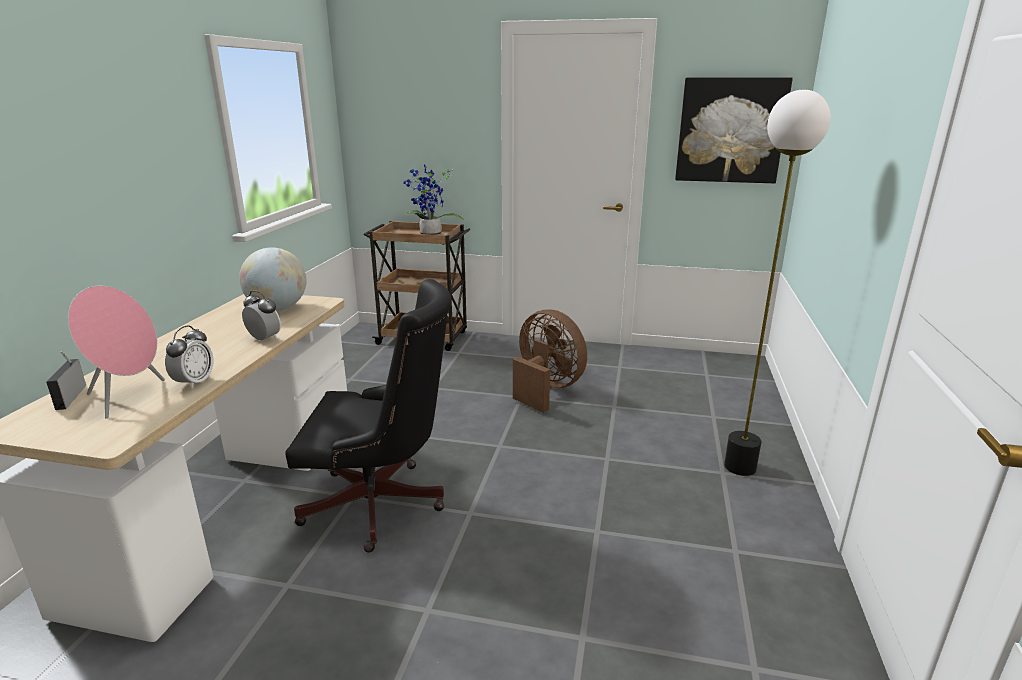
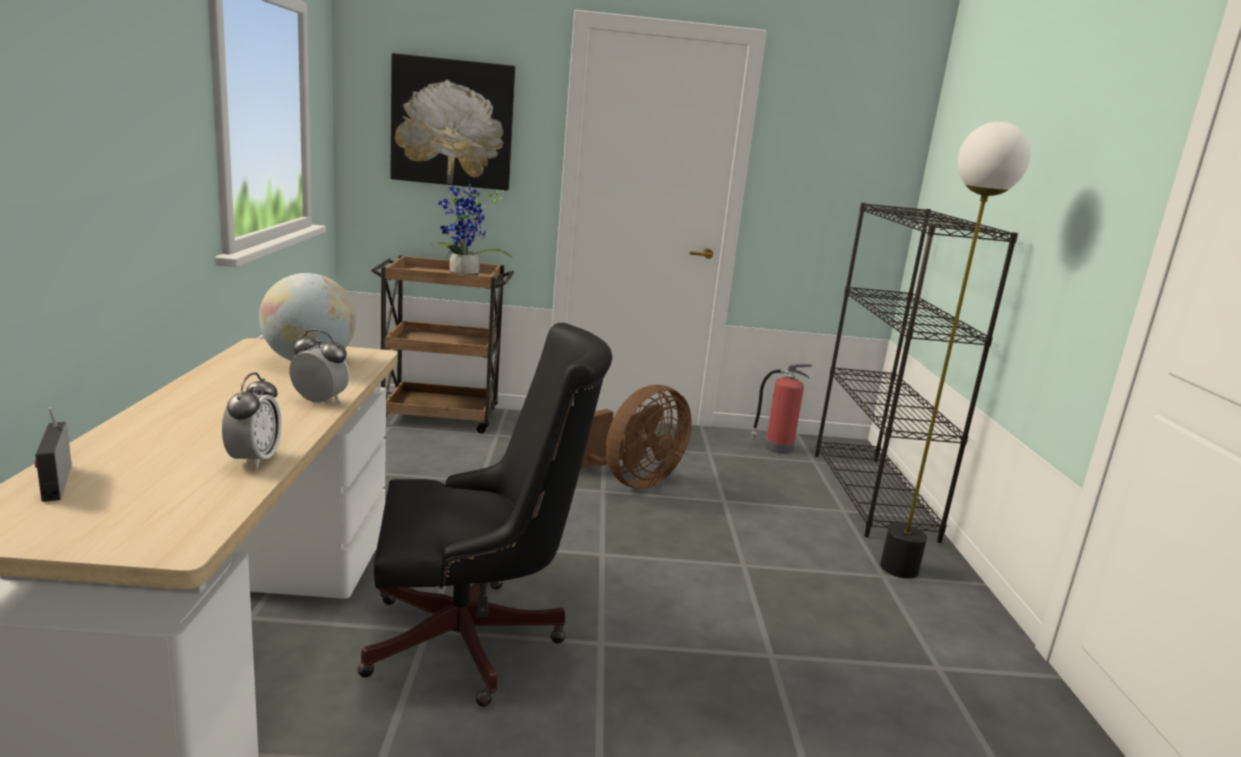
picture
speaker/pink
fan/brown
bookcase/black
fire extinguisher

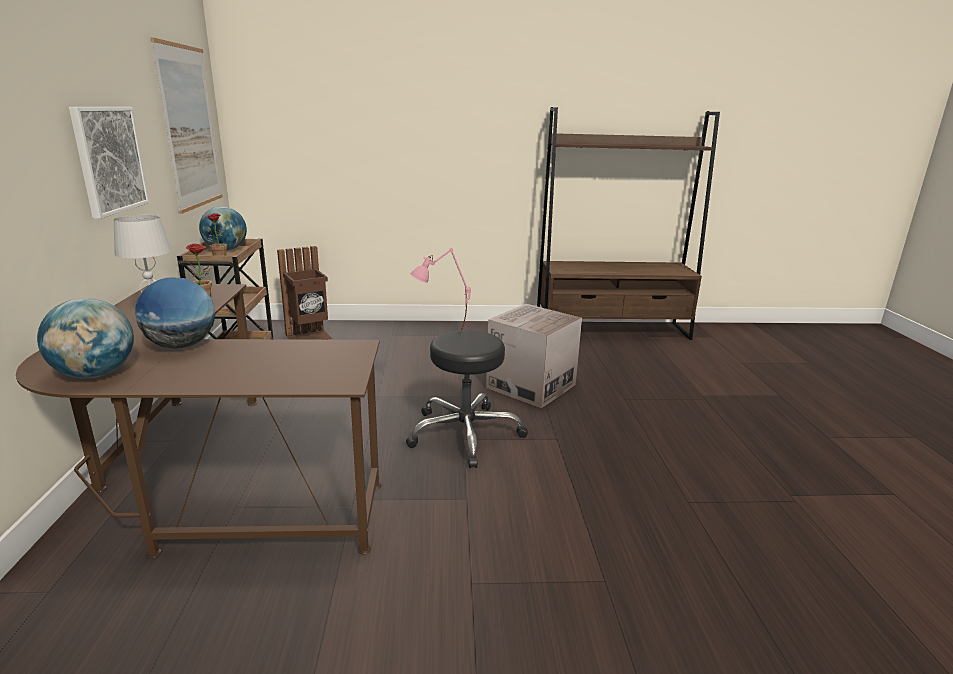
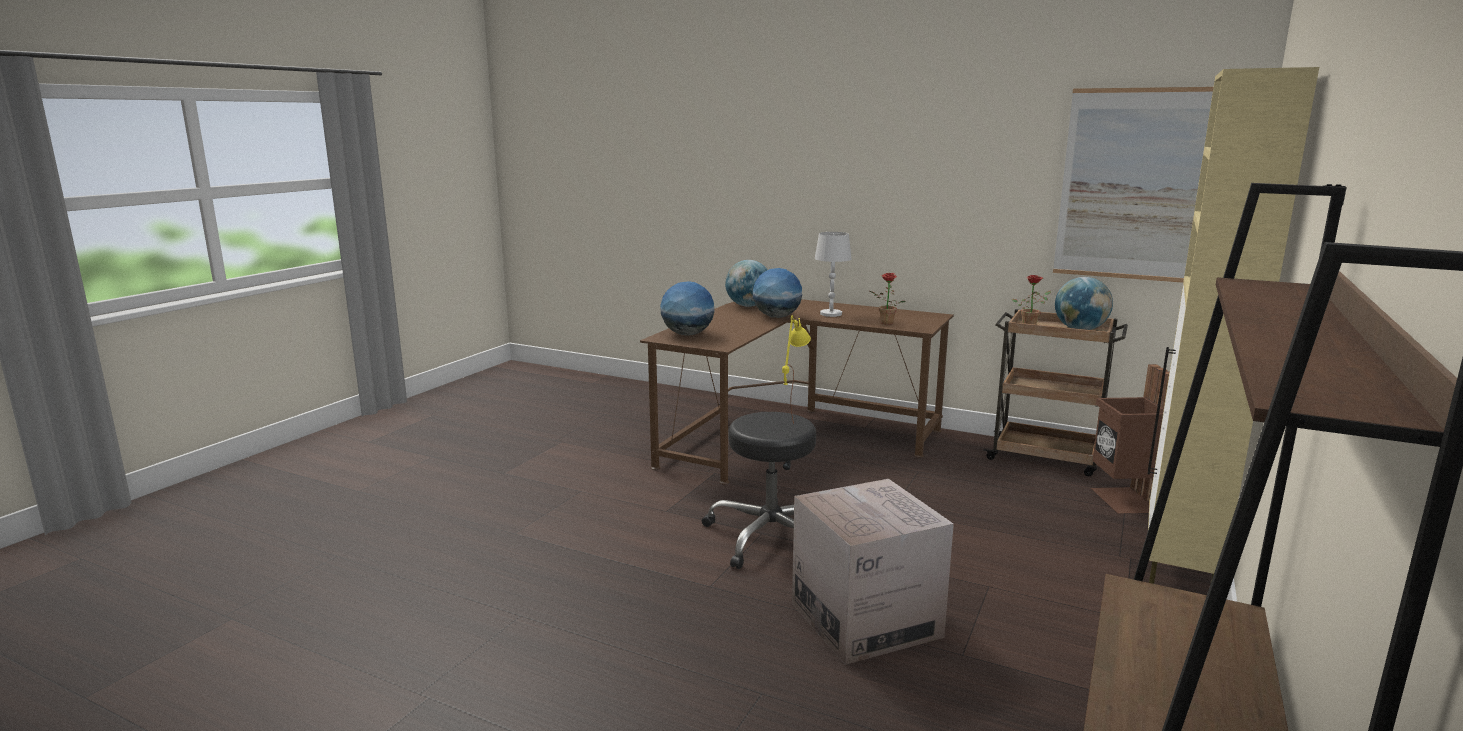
picture (1st from left in the first image)
table lamp/yellow
cabinet/beige
globe (1st from left)

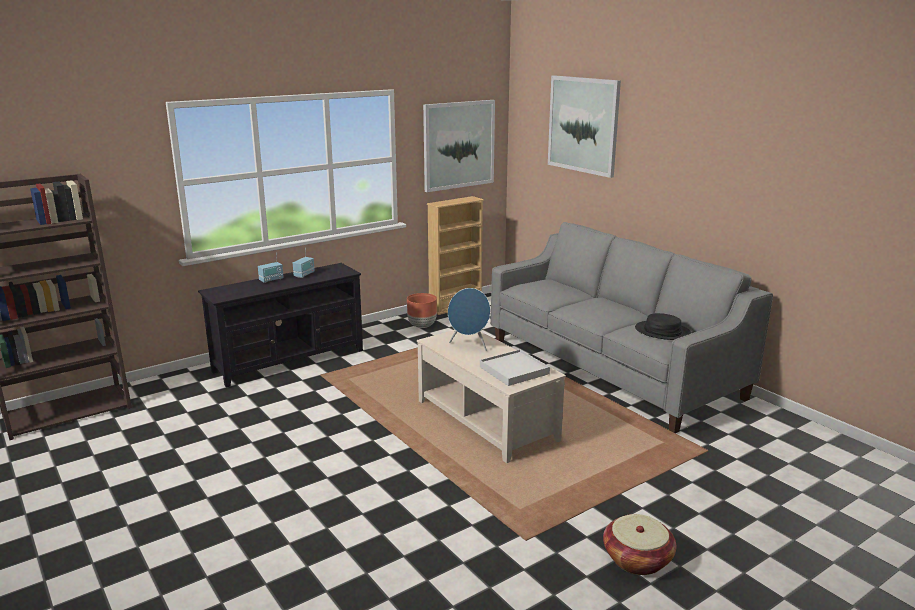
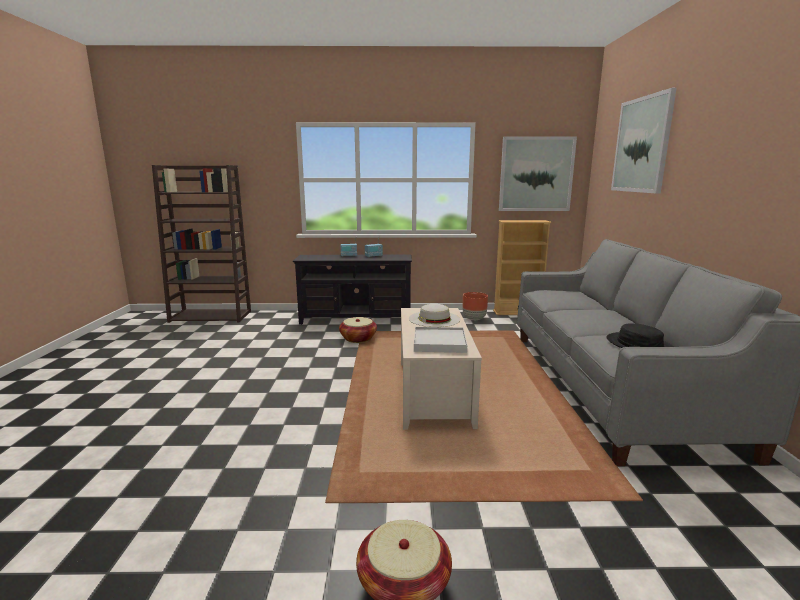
hat/white
basket (1st from left)

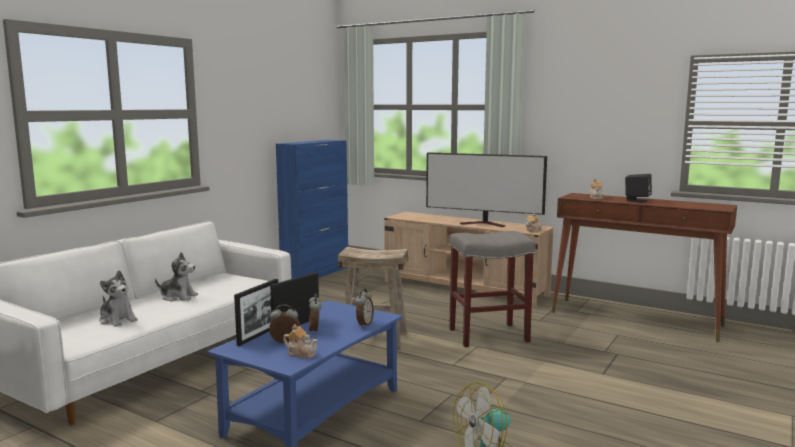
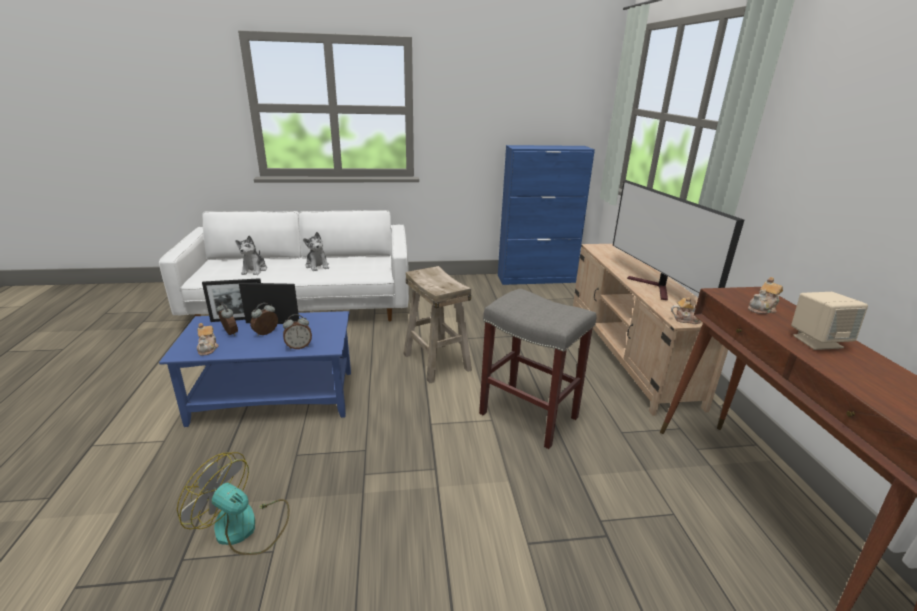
speaker/beige

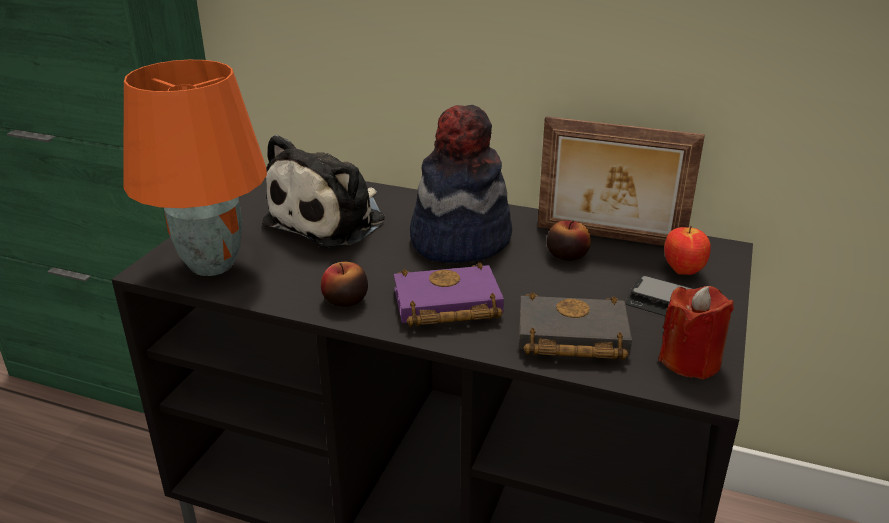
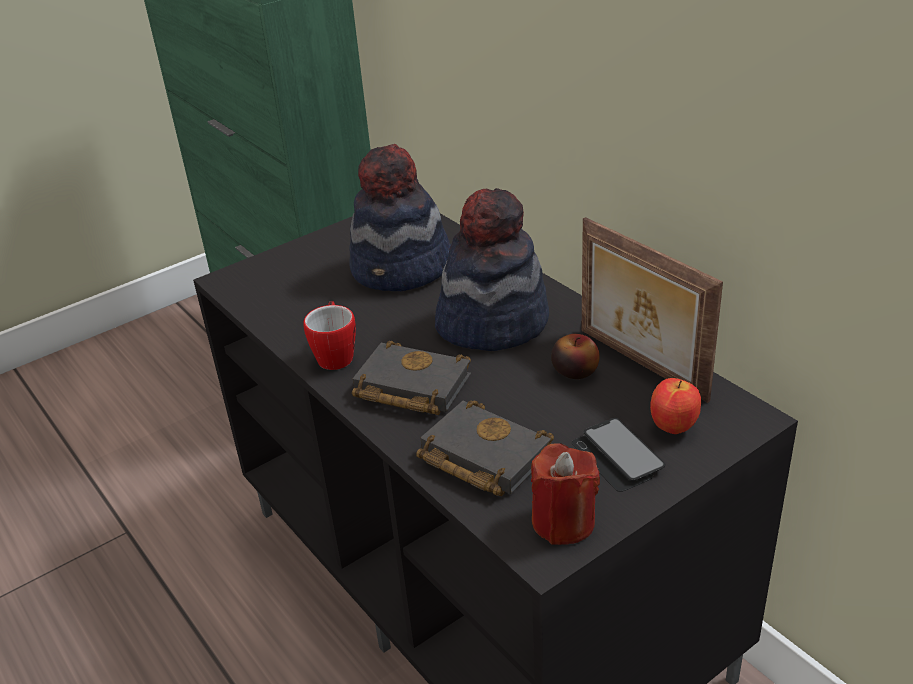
table lamp/orange
hat (1st from left)
mug
book/black (1st from left)

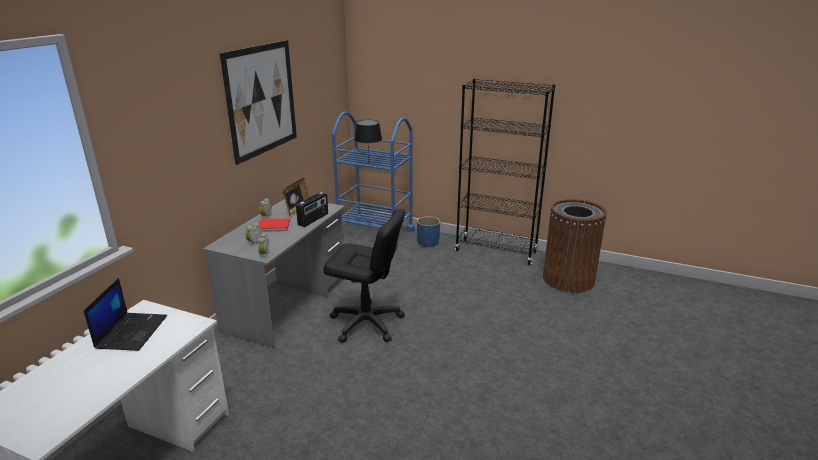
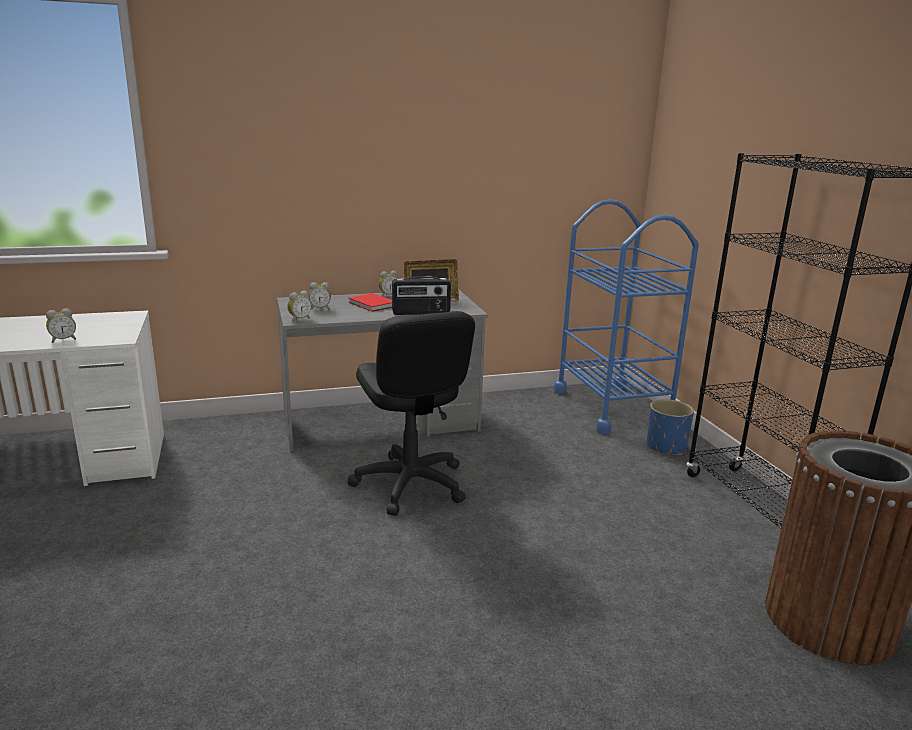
picture
table lamp/black
laptop
alarm clock (1st from left)

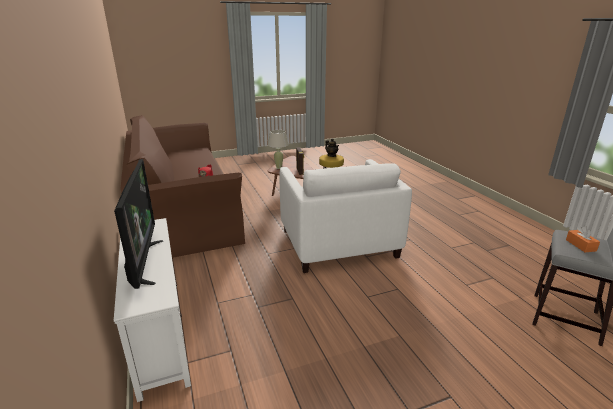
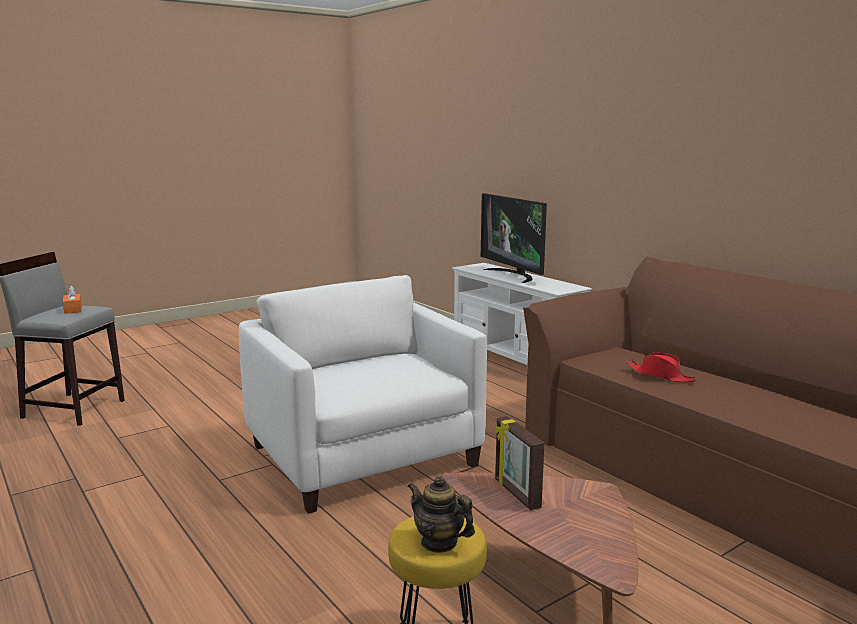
table lamp/beige

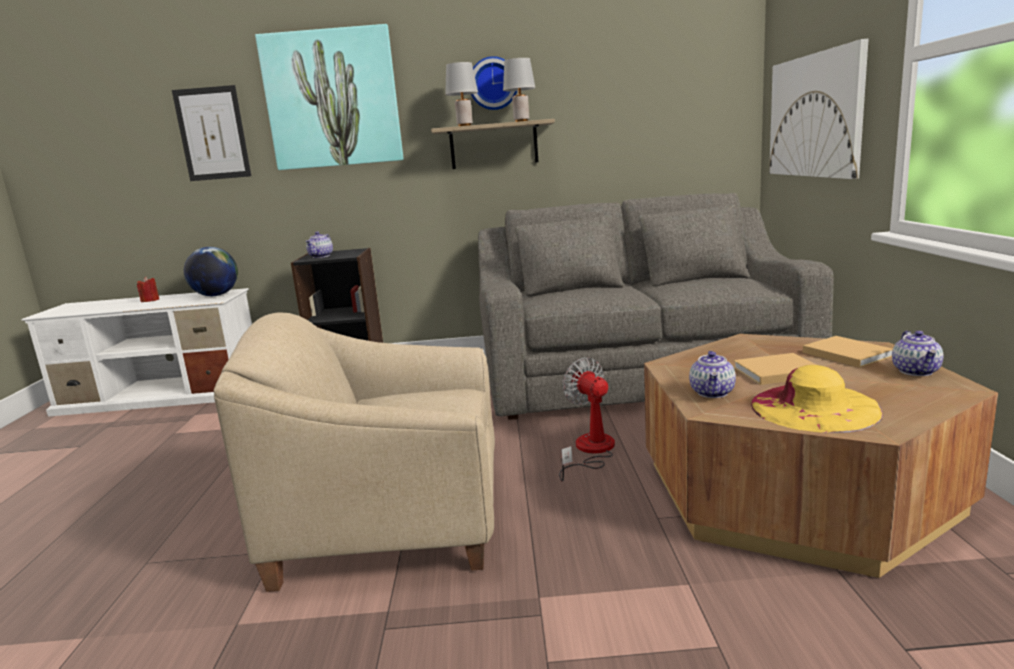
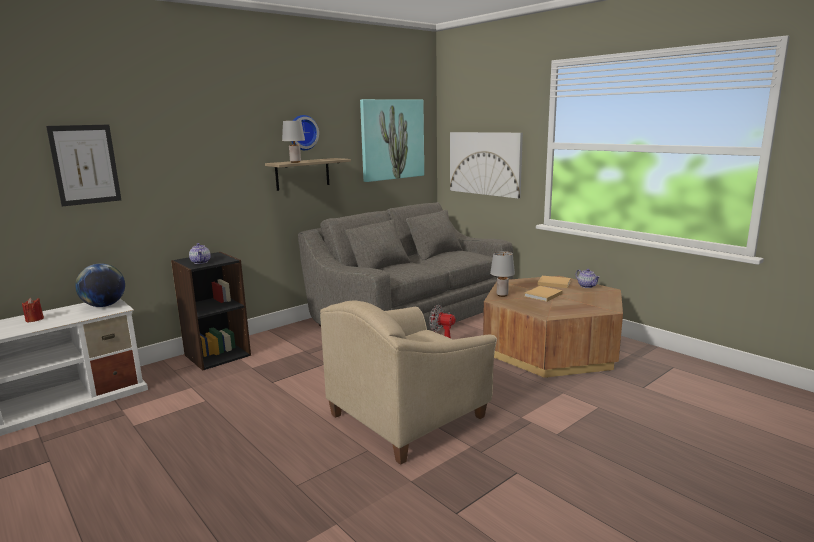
picture (2nd from left)
table lamp/grey (2nd from left)
teapot (2nd from left in the first image)
hat/yellow

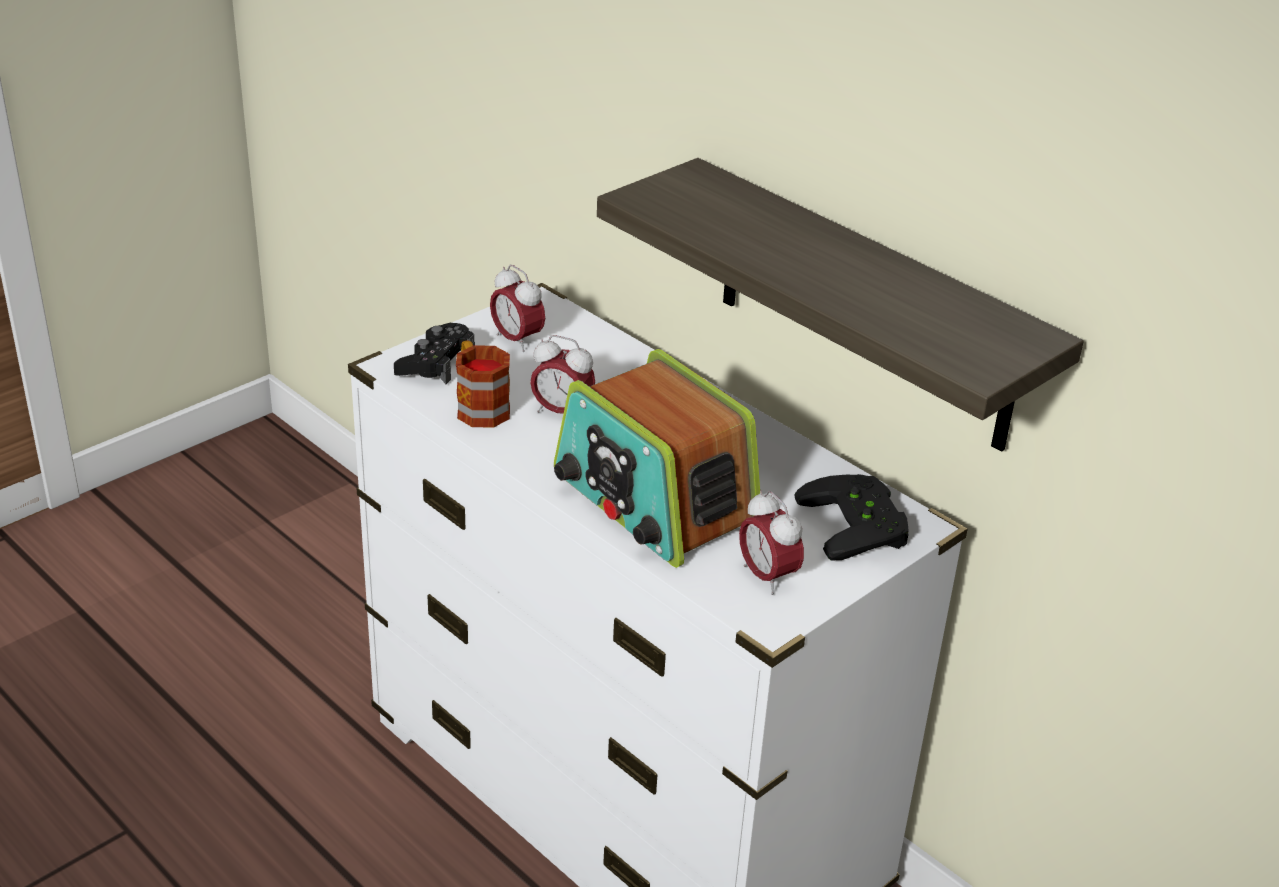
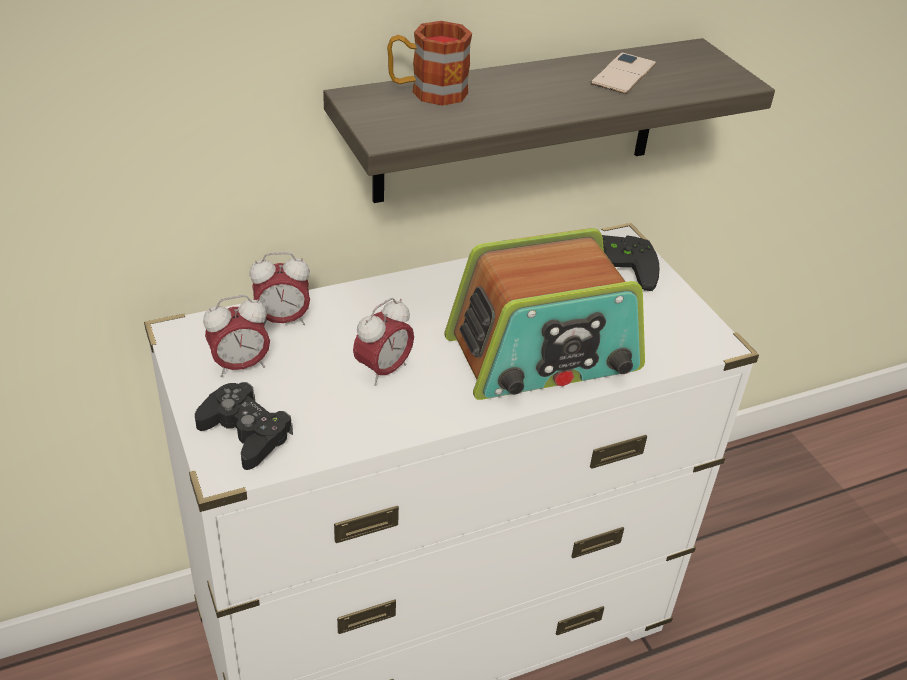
mug
alarm clock (2nd from left)
phone

